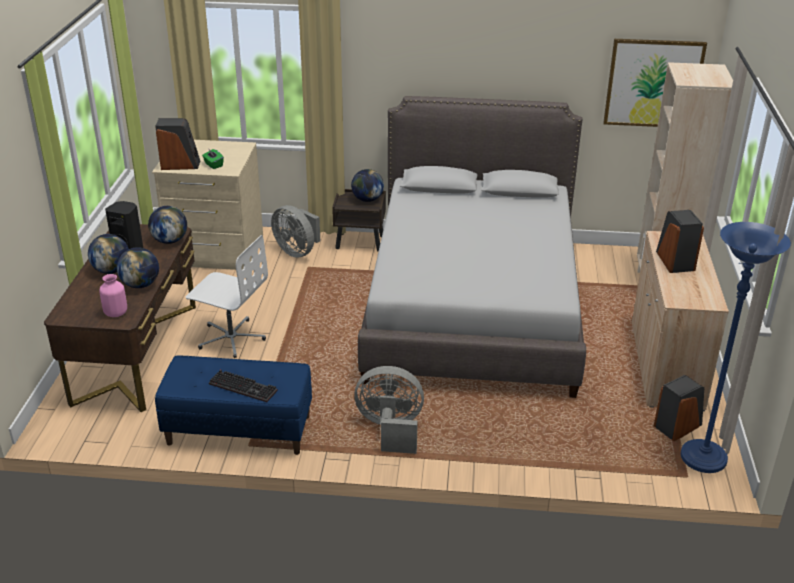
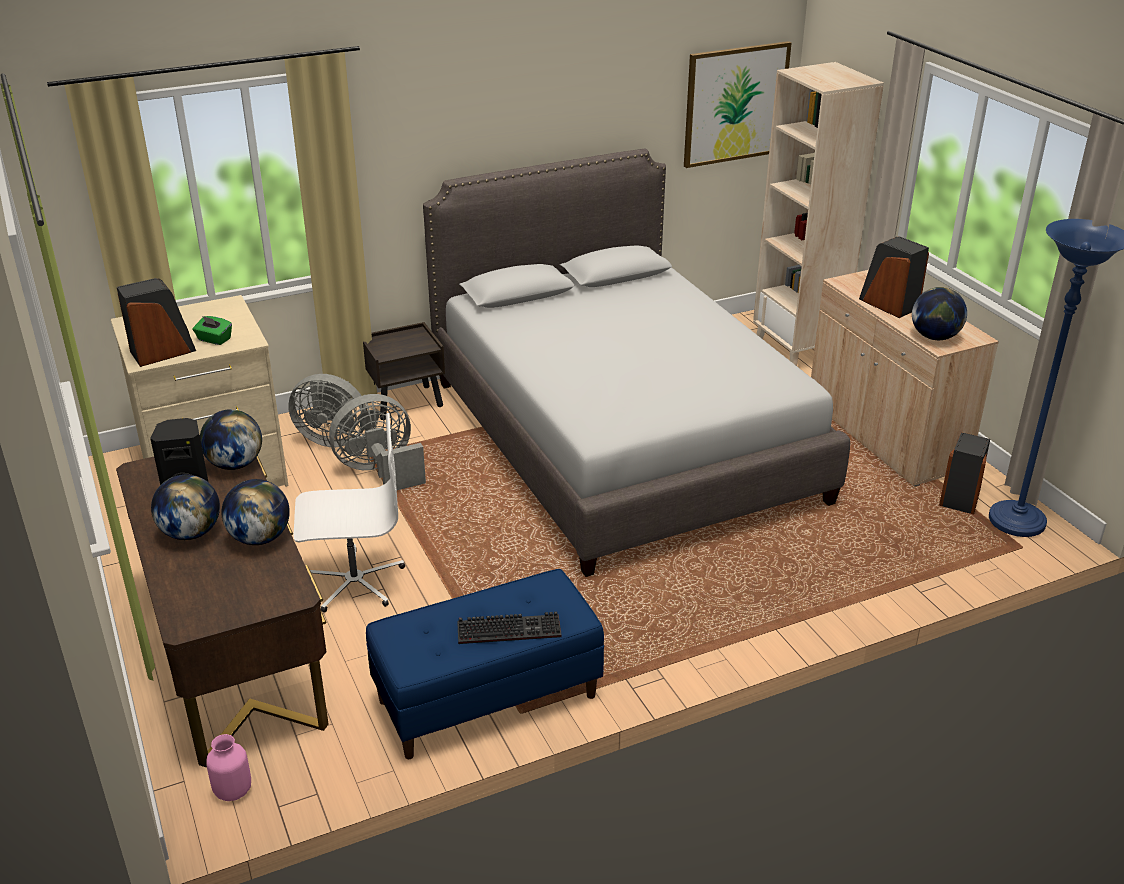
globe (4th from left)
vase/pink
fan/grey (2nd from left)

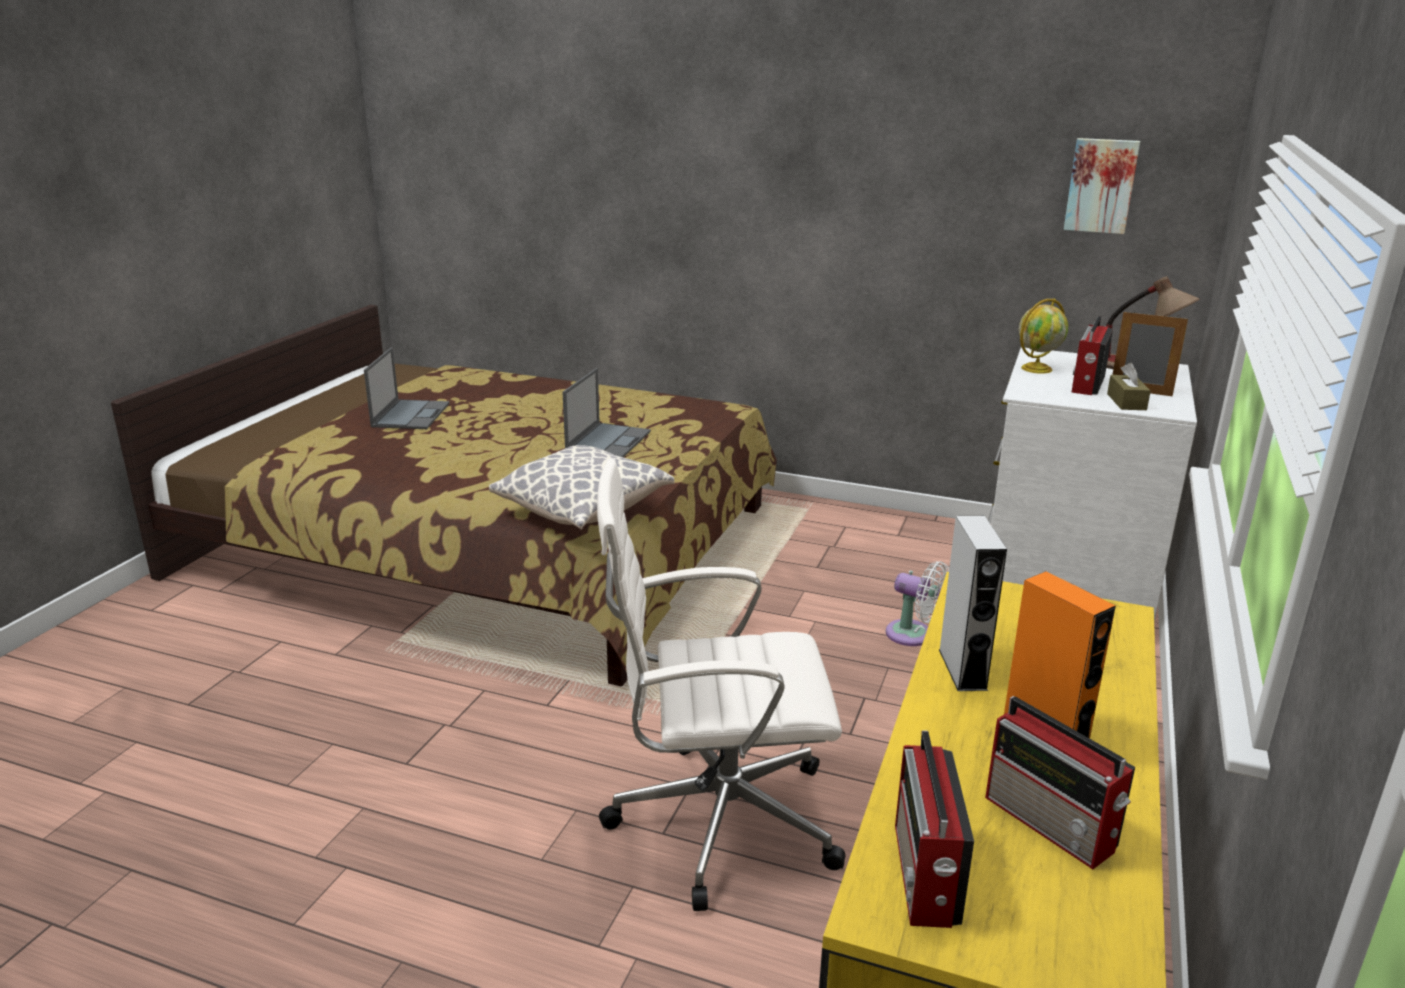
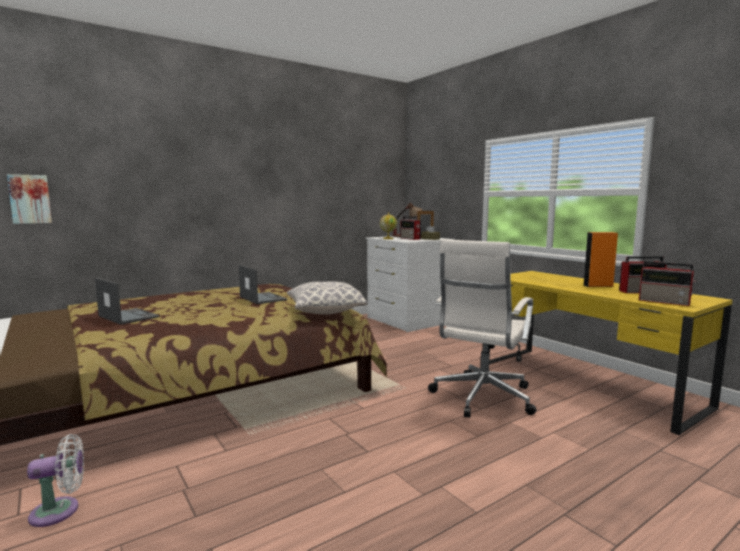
picture
speaker/grey
fan/white

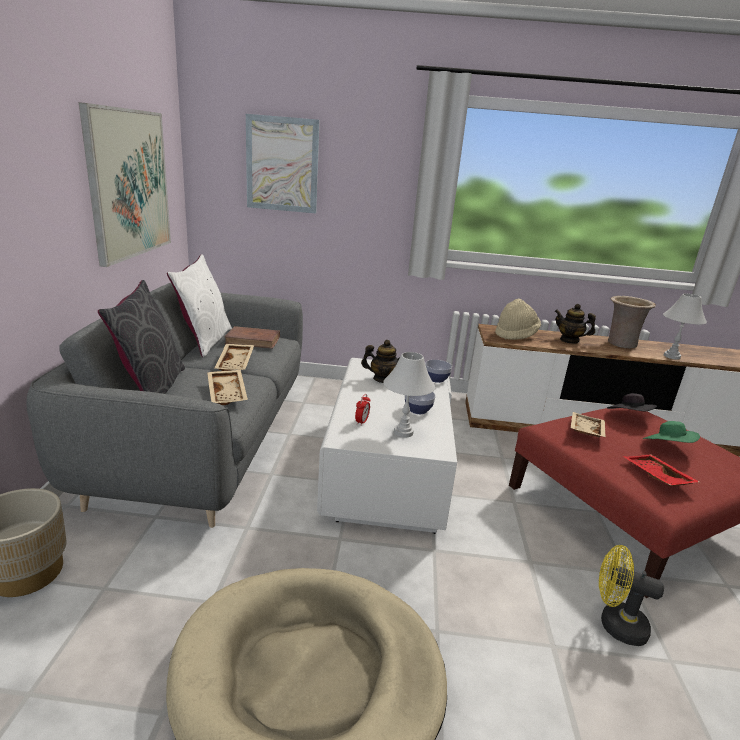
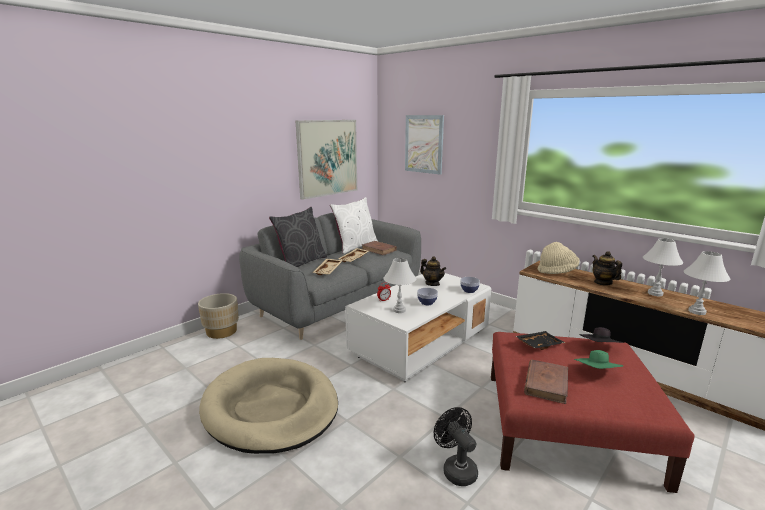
table lamp/white (2nd from left)
tray/black
book/brown (2nd from left)
fan/black

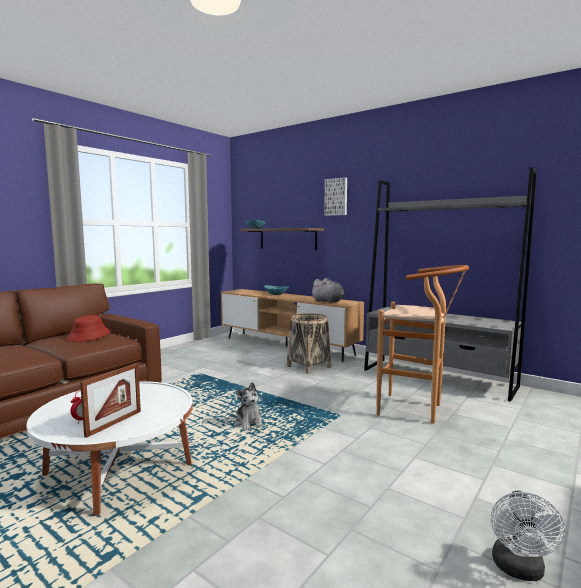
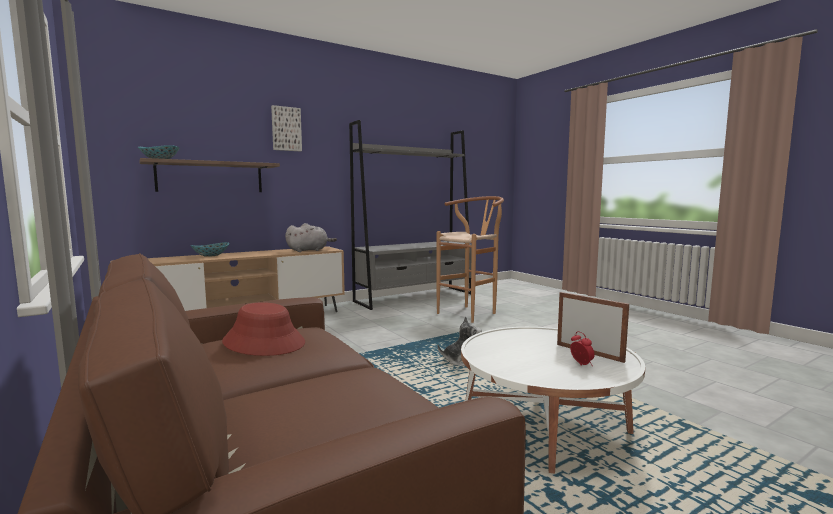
basket
fan/white

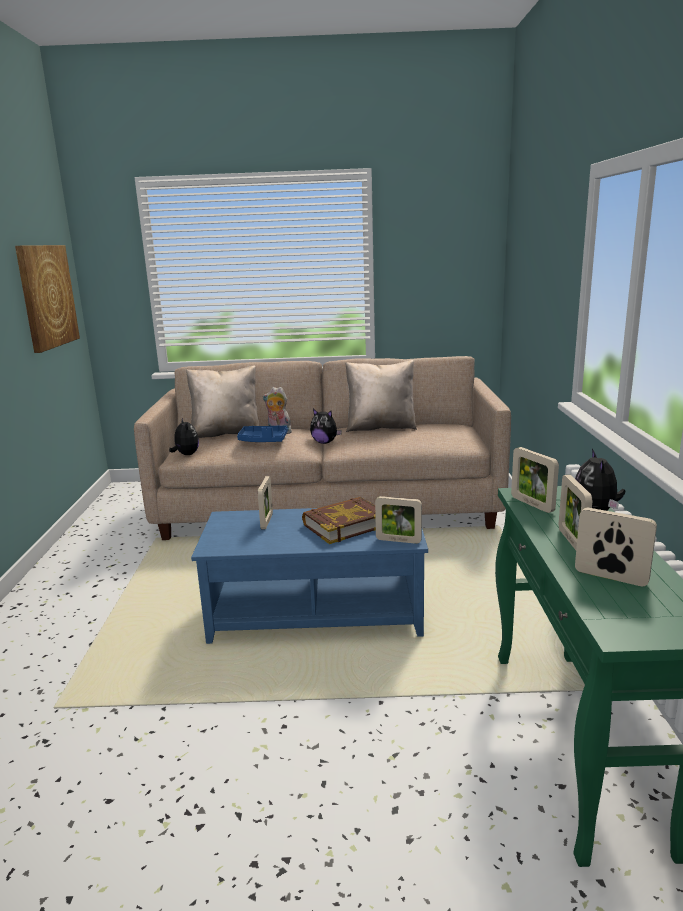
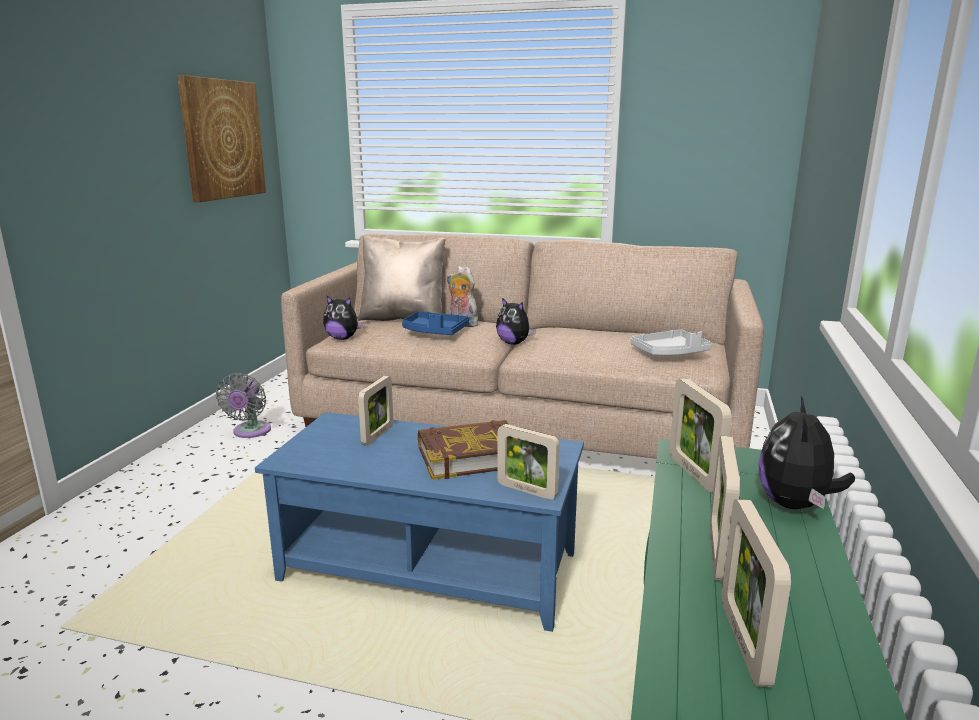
pillow/beige (2nd from left in the first image)
plush toy (1st from left)
picture frame (5th from left)
tray/grey
fan/grey

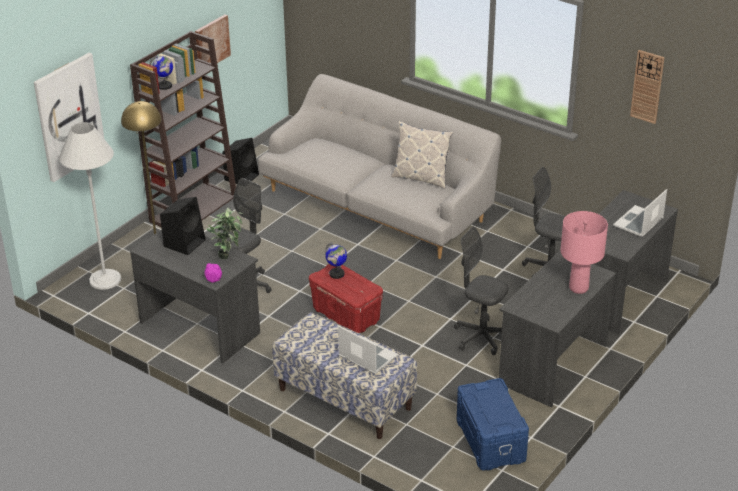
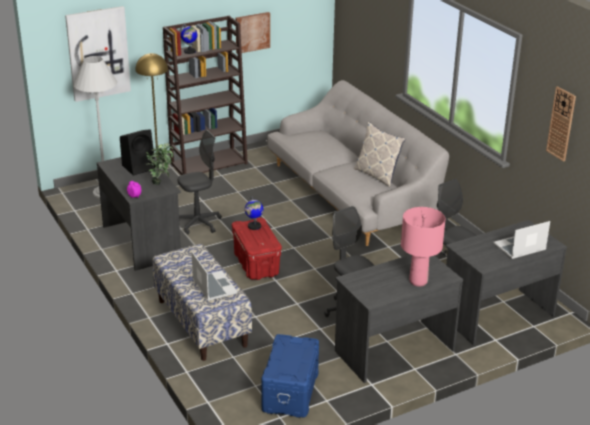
speaker/black (2nd from left in the first image)

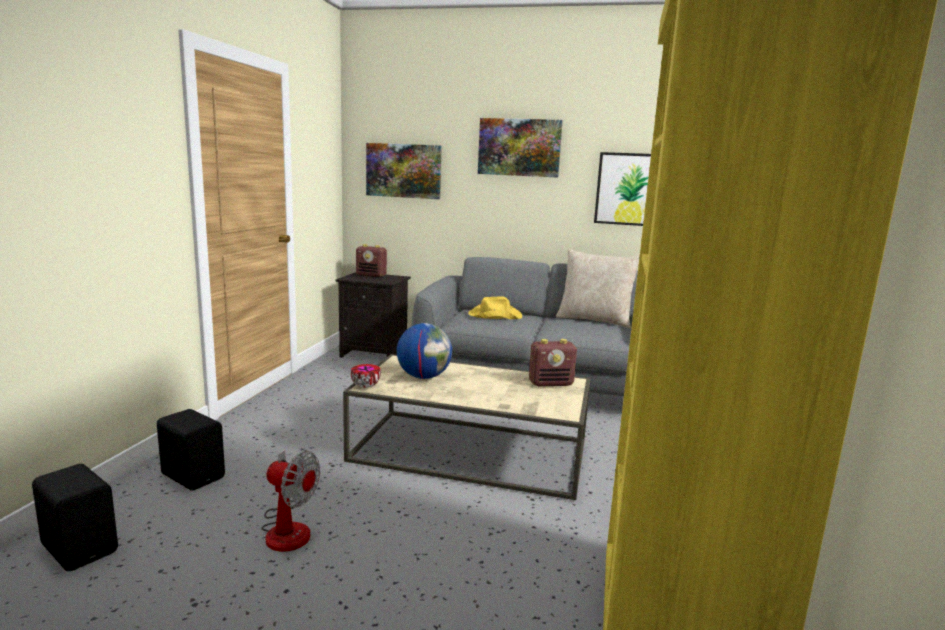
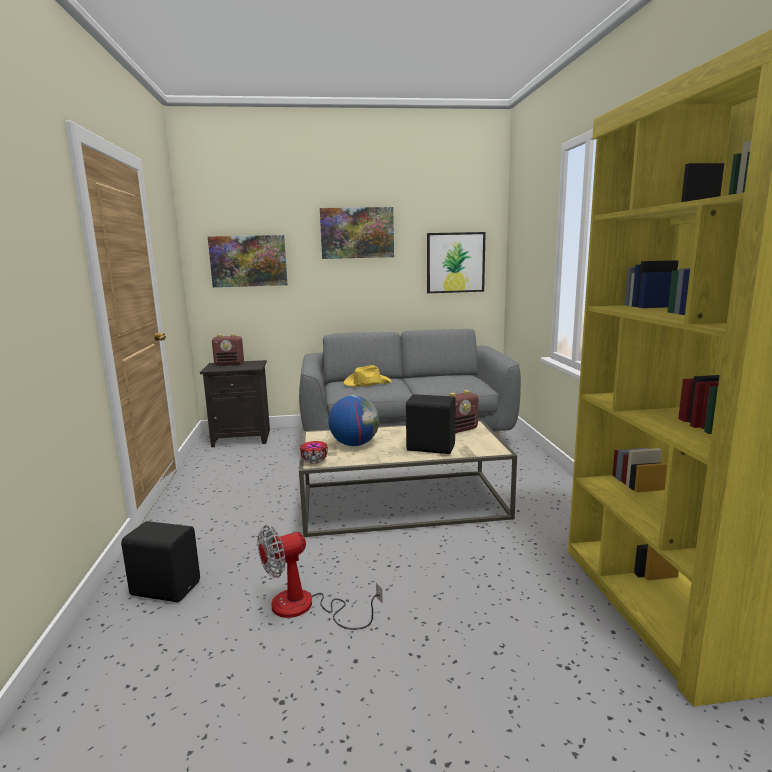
pillow/beige
fan
speaker/black (2nd from left)

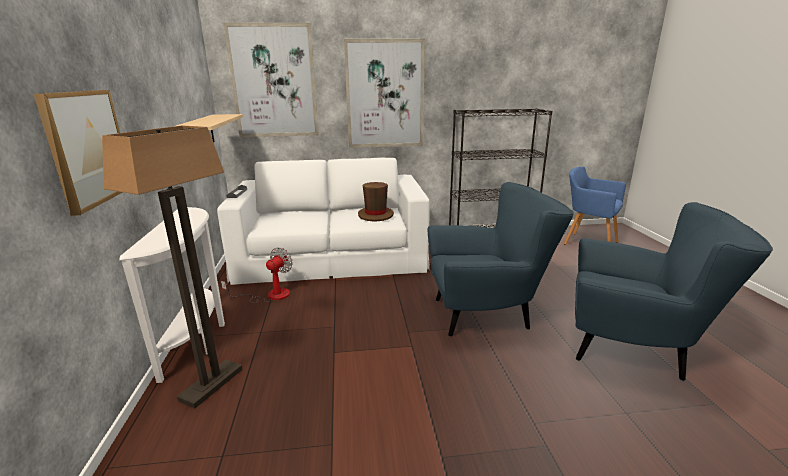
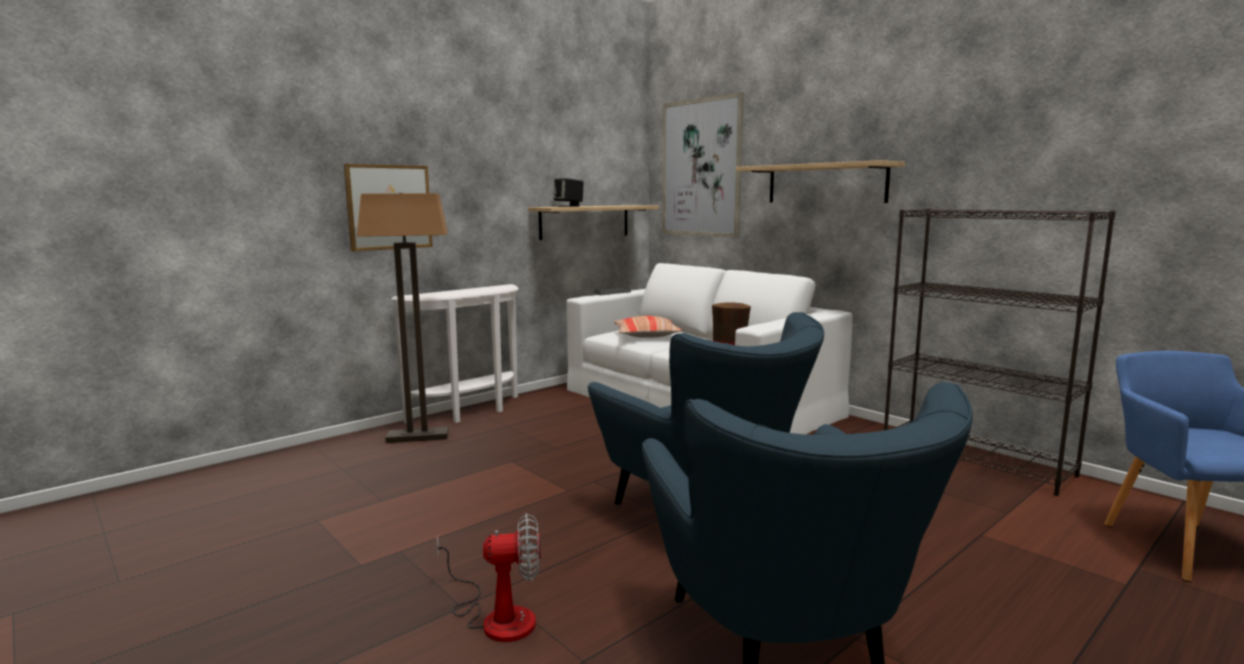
shelf (2nd from left)
fan
speaker/black
pillow

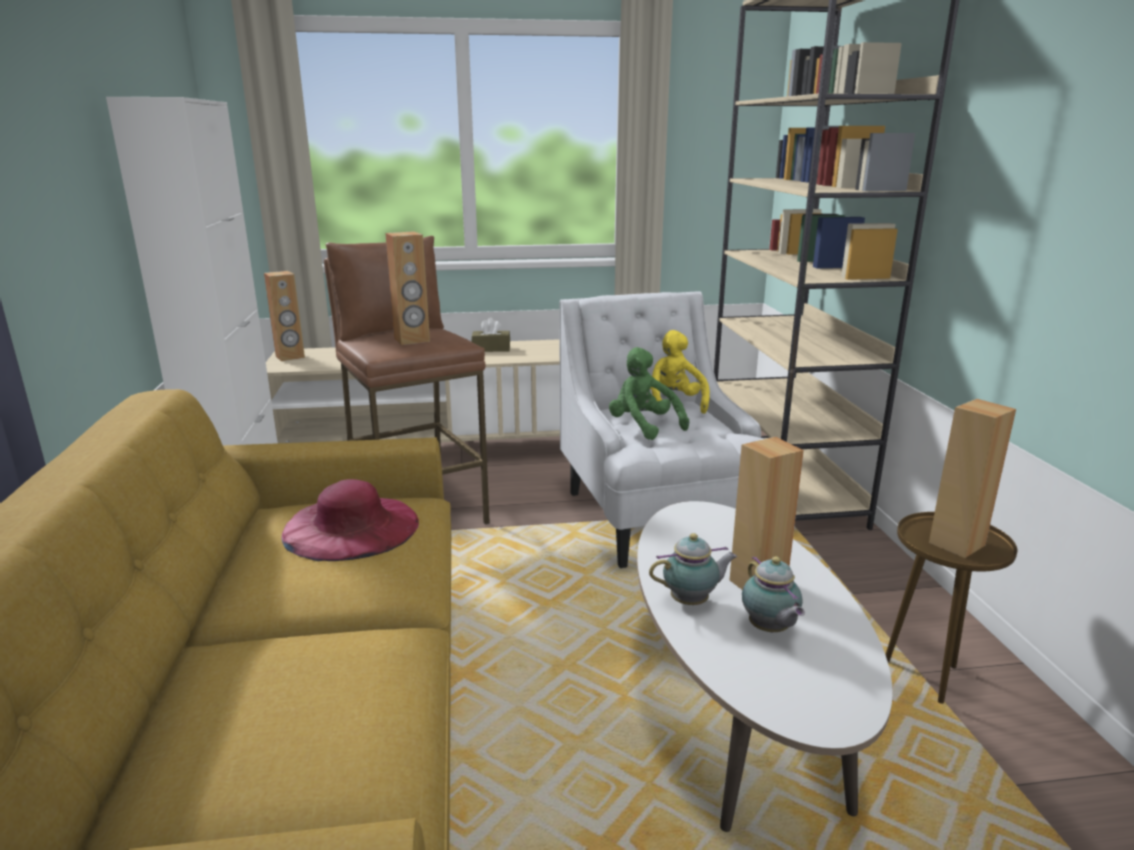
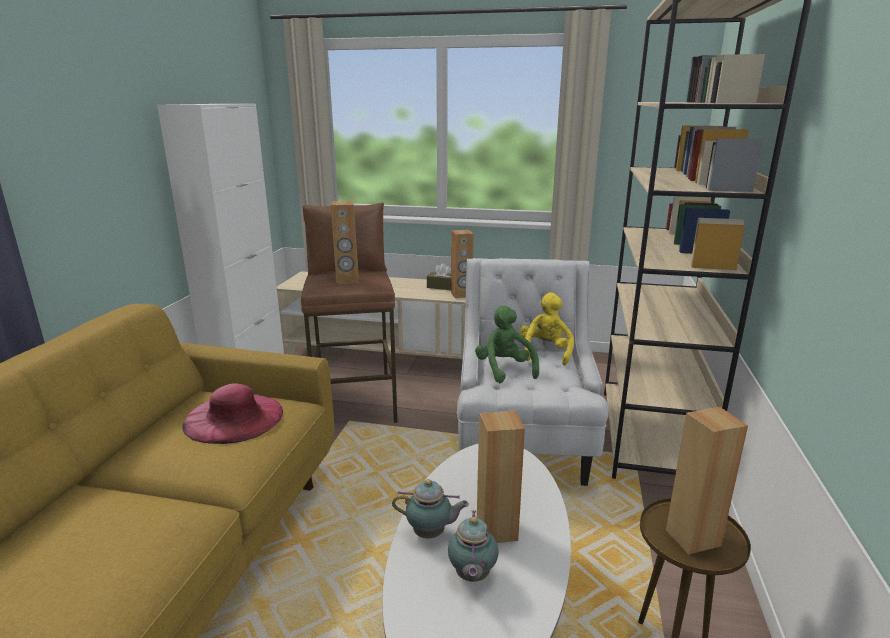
speaker/brown (2nd from left)

